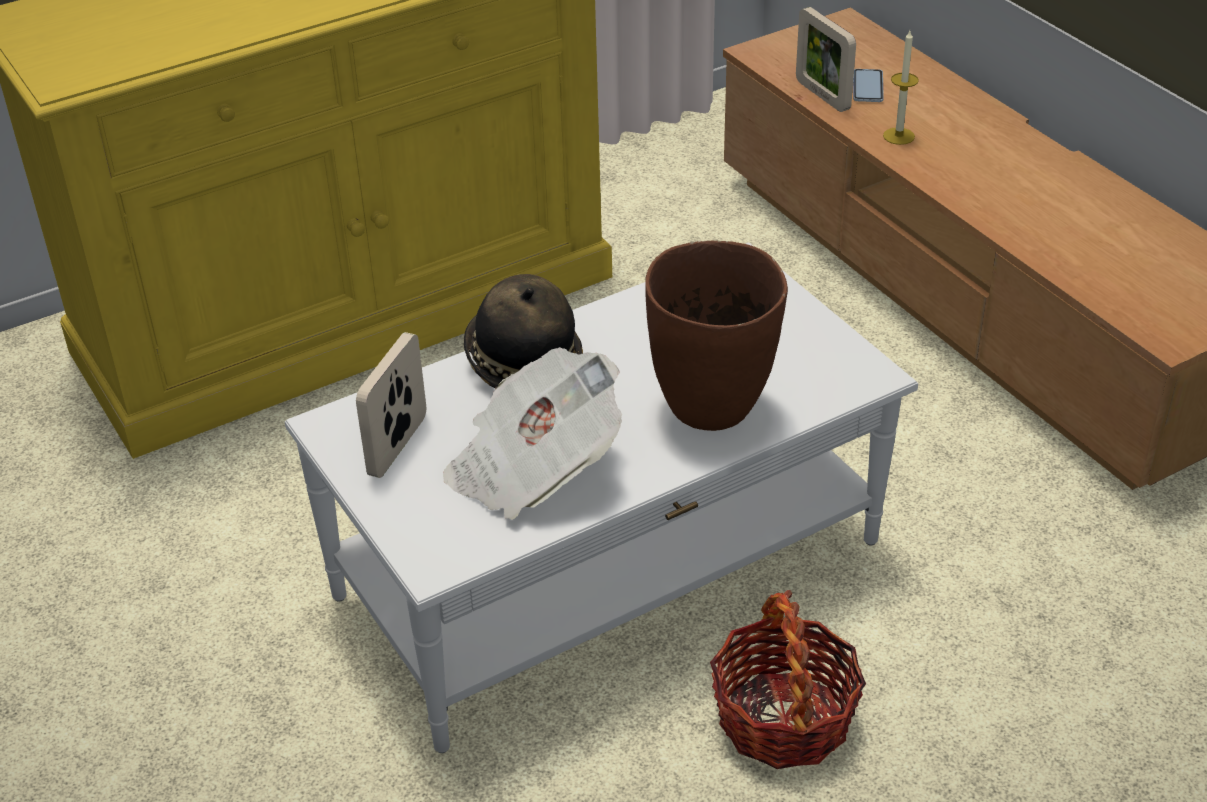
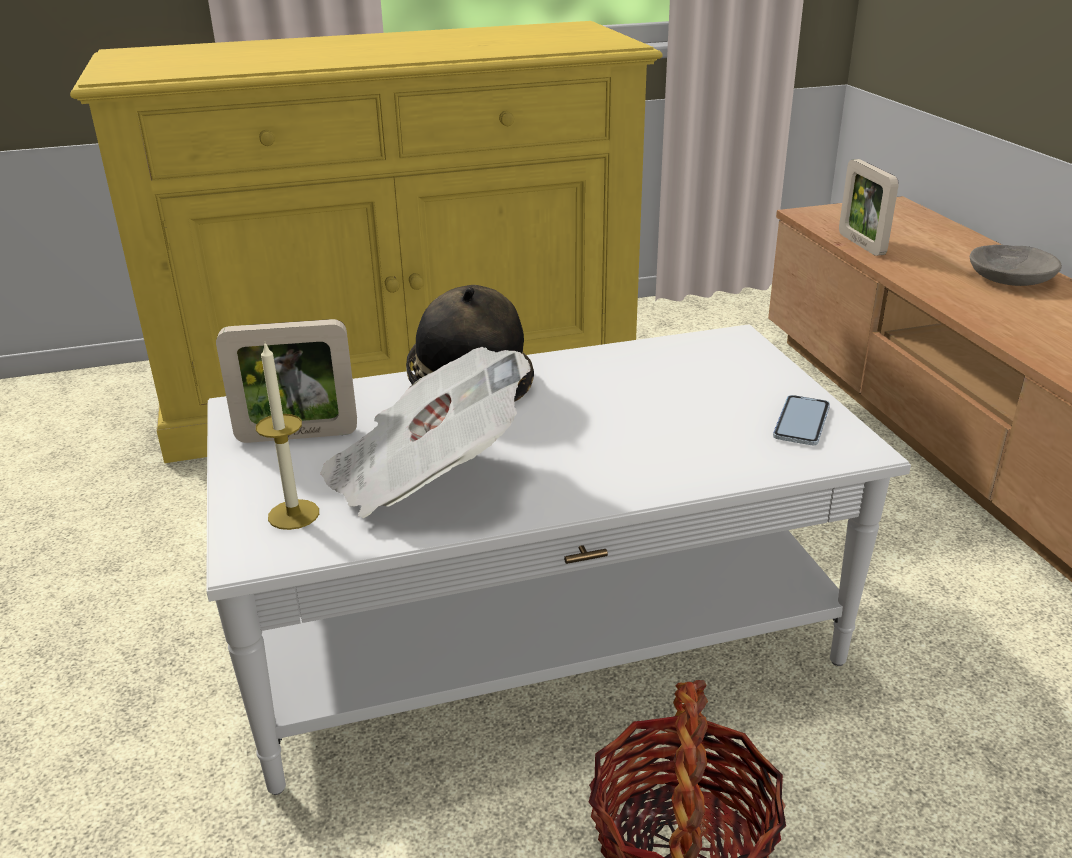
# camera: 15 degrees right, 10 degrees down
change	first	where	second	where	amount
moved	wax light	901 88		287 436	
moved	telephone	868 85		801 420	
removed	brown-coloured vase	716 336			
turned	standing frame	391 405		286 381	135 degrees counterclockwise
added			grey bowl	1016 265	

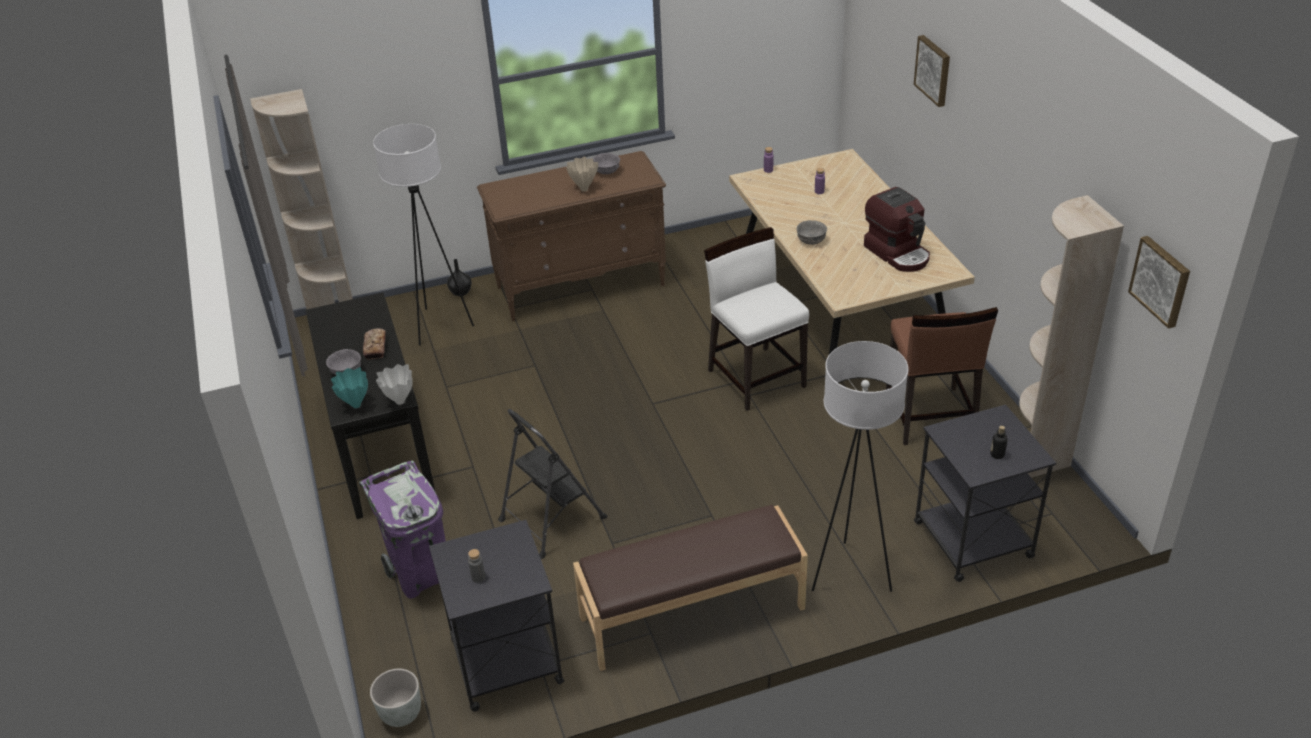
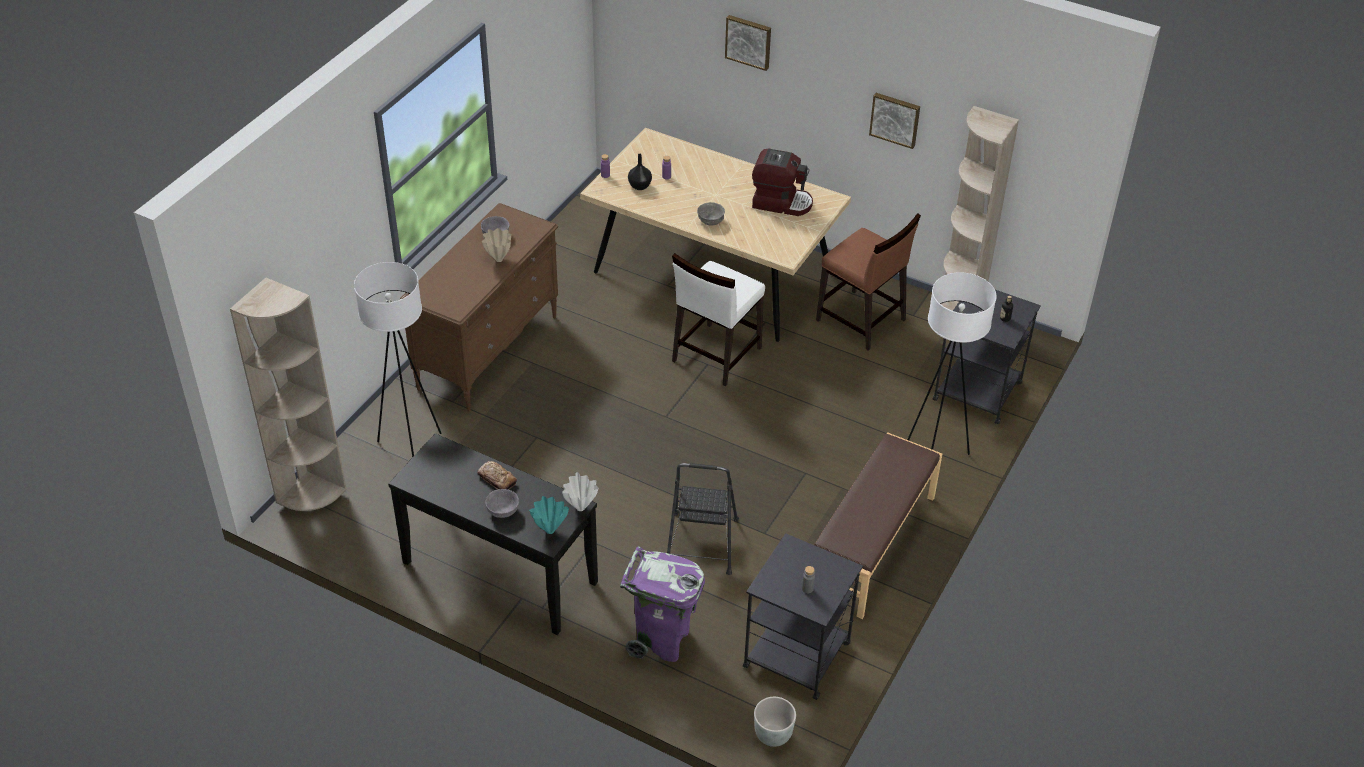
# camera: 45 degrees left, 5 degrees up
change	first	where	second	where	amount
turned	whitish upright chair	756 319		718 319	75 degrees counterclockwise
moved	wall picture	1159 282		894 121	
moved	black vase	459 277		640 172	

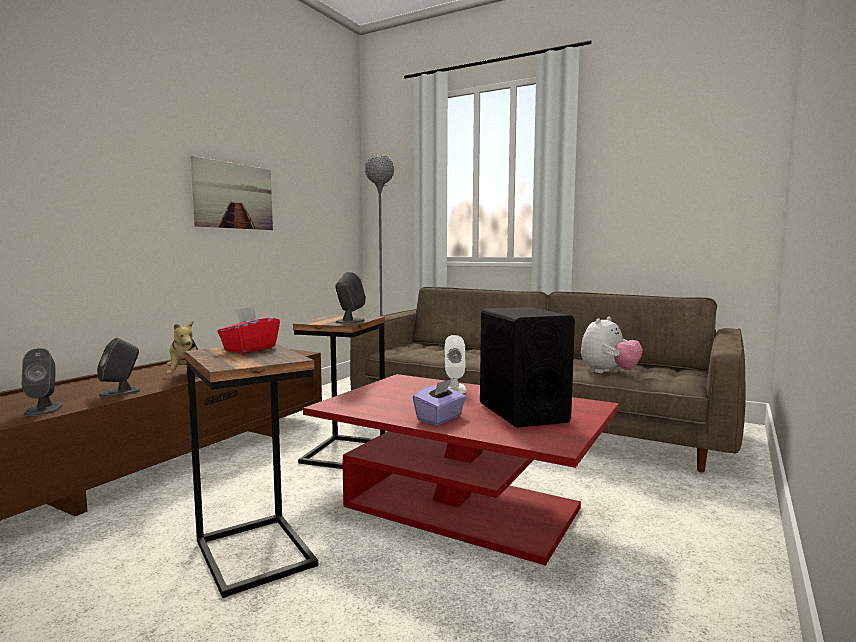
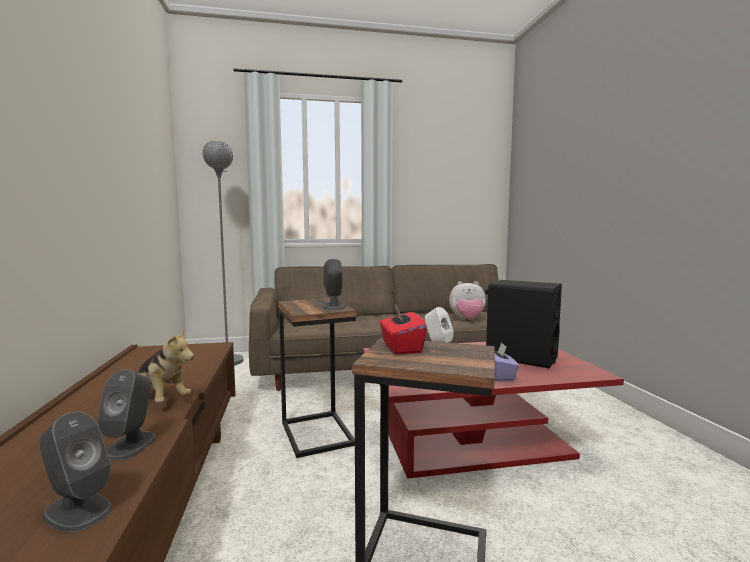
# camera: 40 degrees left, 0 degrees up
change	first	where	second	where	amount
removed	wall picture	232 193			
turned	cuddly toy	612 345		467 300	90 degrees clockwise

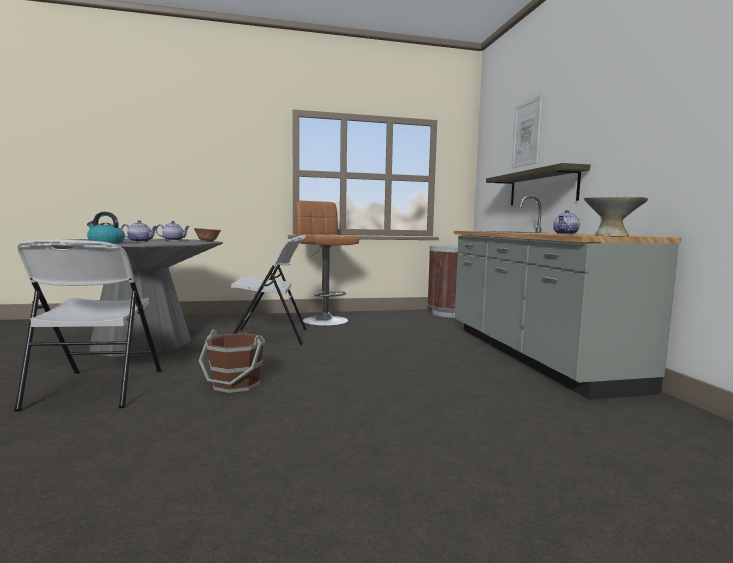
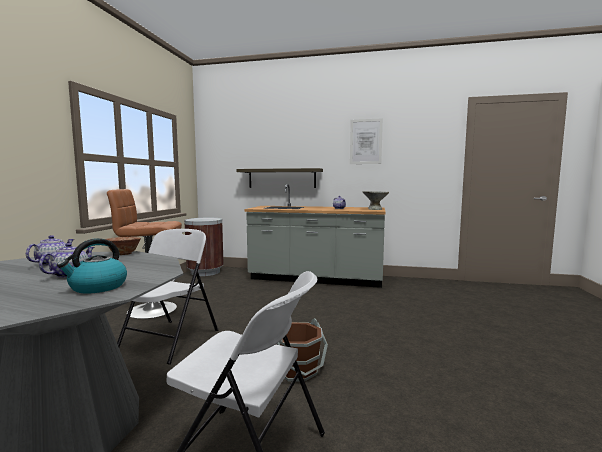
# camera: 65 degrees left, 0 degrees up
change	first	where	second	where	amount
moved	wall picture	527 131		366 141	

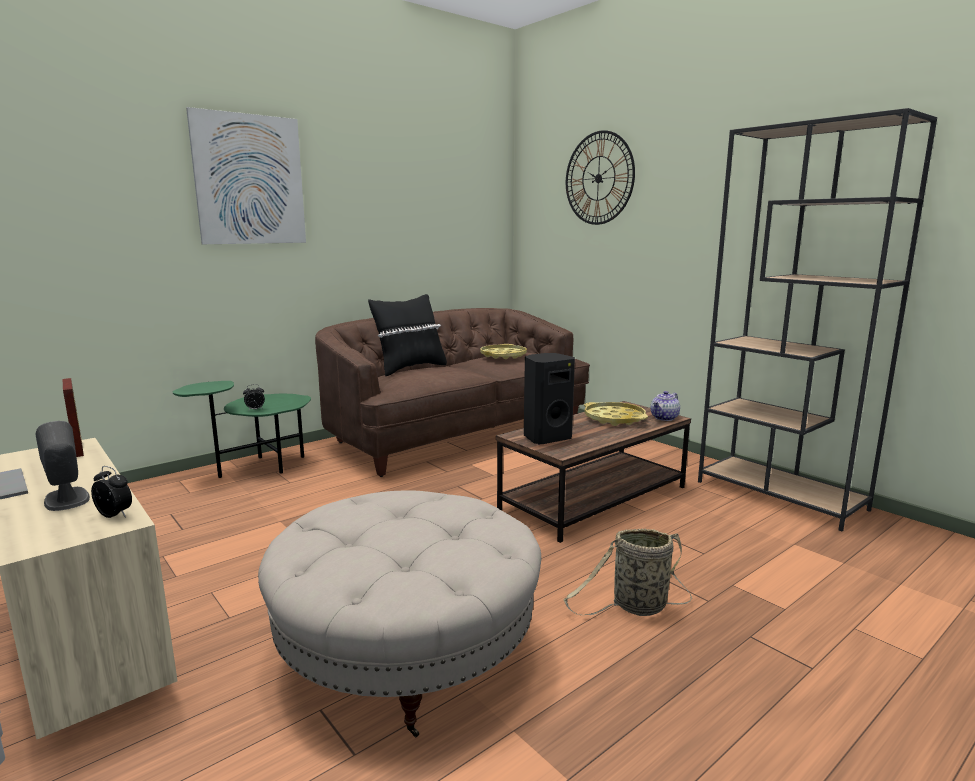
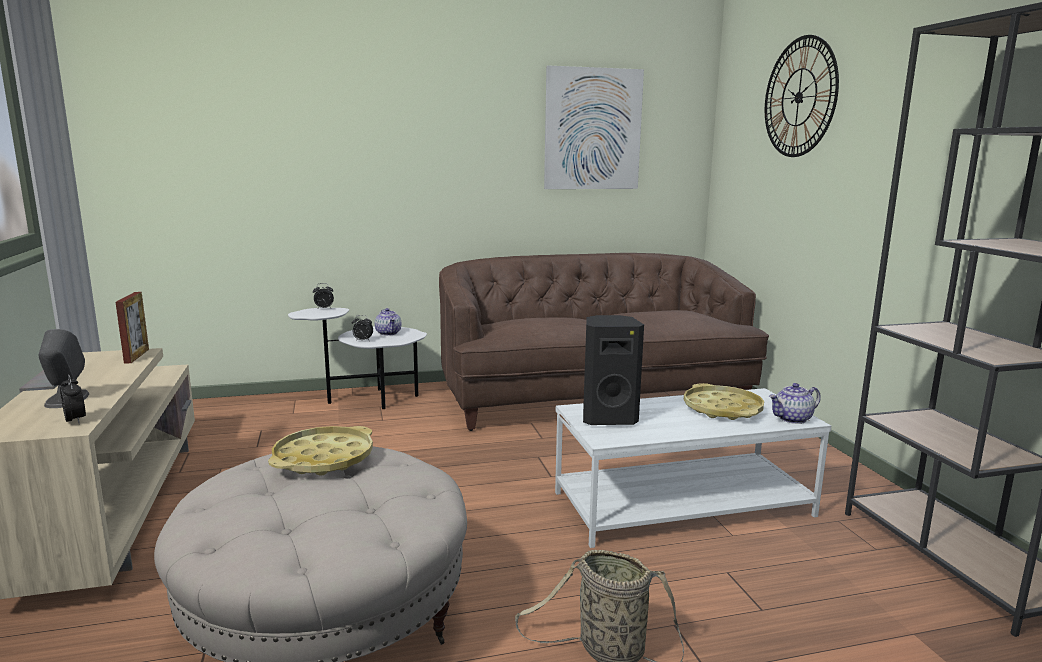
# camera: 25 degrees right, 0 degrees up
change	first	where	second	where	amount
moved	wall picture	246 175		594 127	
removed	black pillow	407 335			
moved	yellowish tray	503 351		320 451	
recoloured	green-coloured end table	242 429	whitish end table	357 358	
recoloured	brown-coloured lounge table	593 472	whitish lounge table	693 468	
added			table clock	323 296	
added			teapot	388 322	

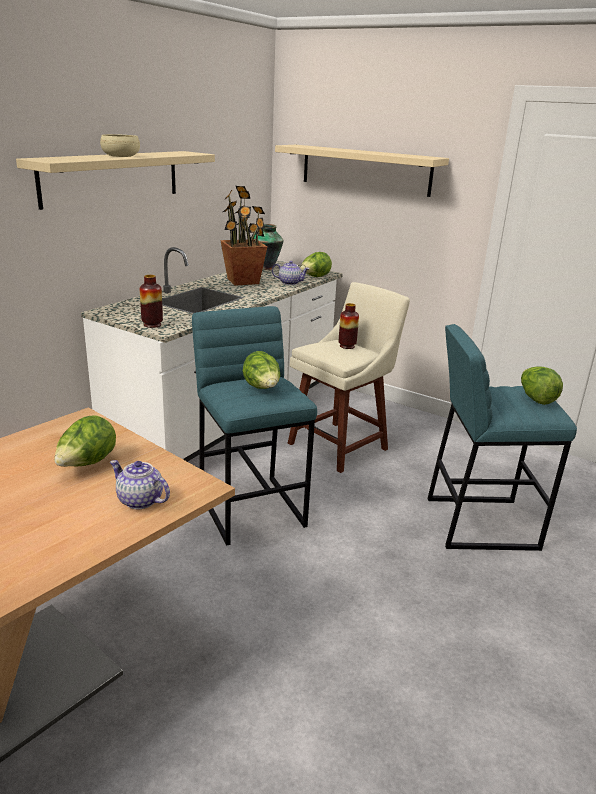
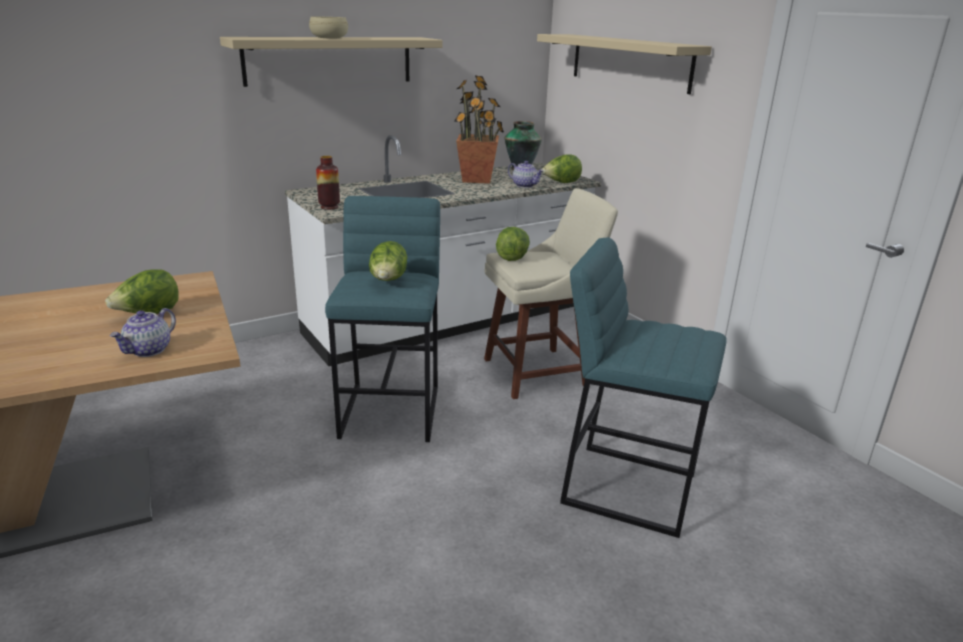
# camera: 25 degrees right, 0 degrees up
change	first	where	second	where	amount
removed	vase	349 326			
moved	head of lettuce	542 385		513 244	
turned	teapot	140 484		143 332	120 degrees counterclockwise

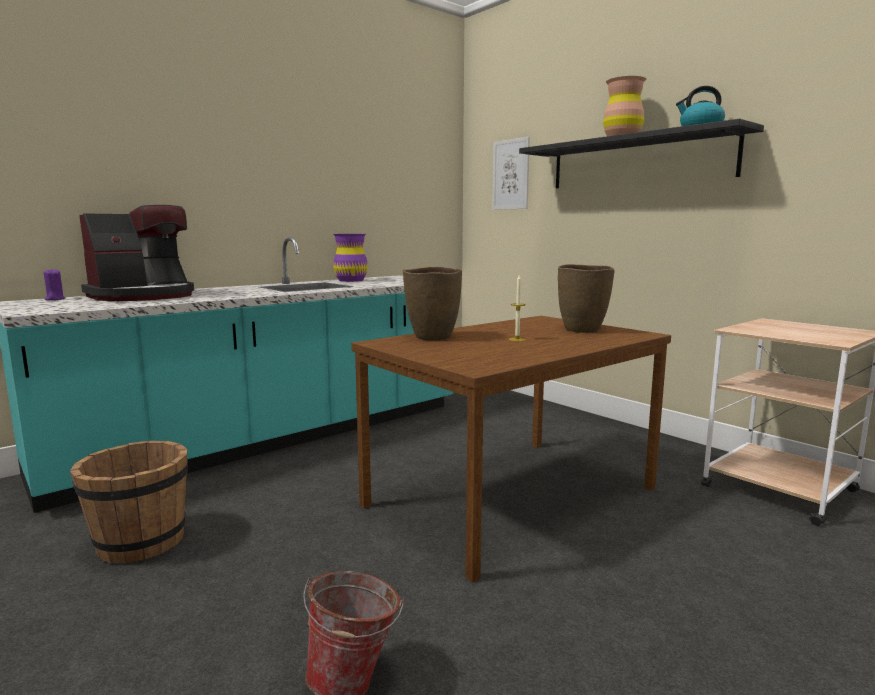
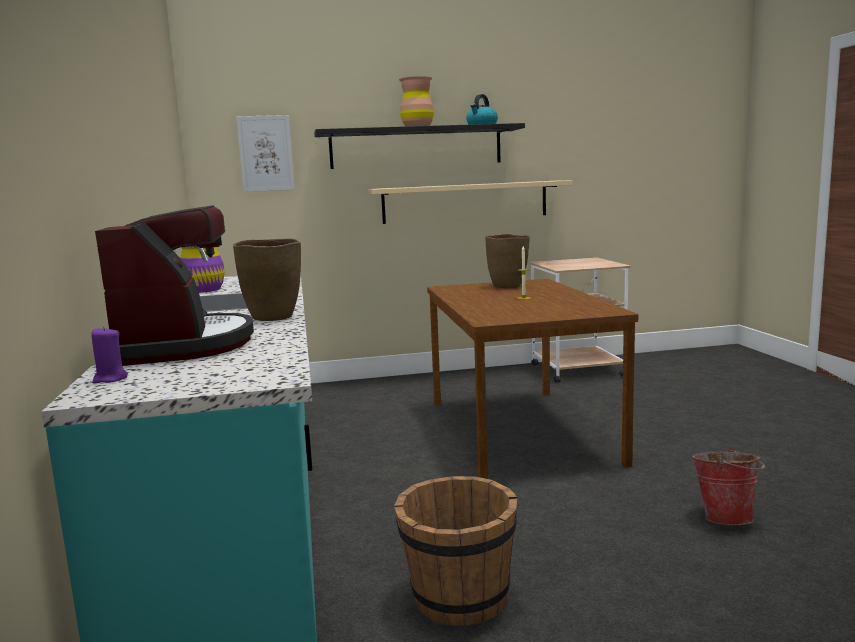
# camera: 60 degrees left, 0 degrees up
change	first	where	second	where	amount
moved	brown-coloured vase	432 303		267 279	
added			beige-coloured wall shelf	470 202	

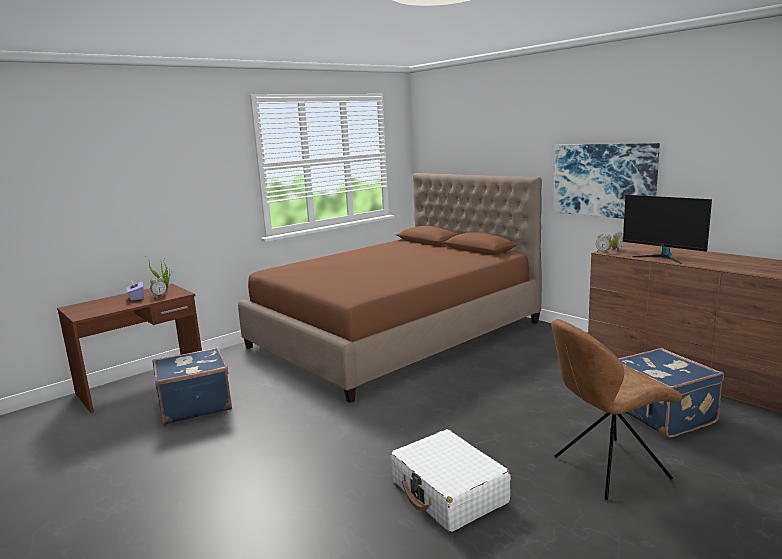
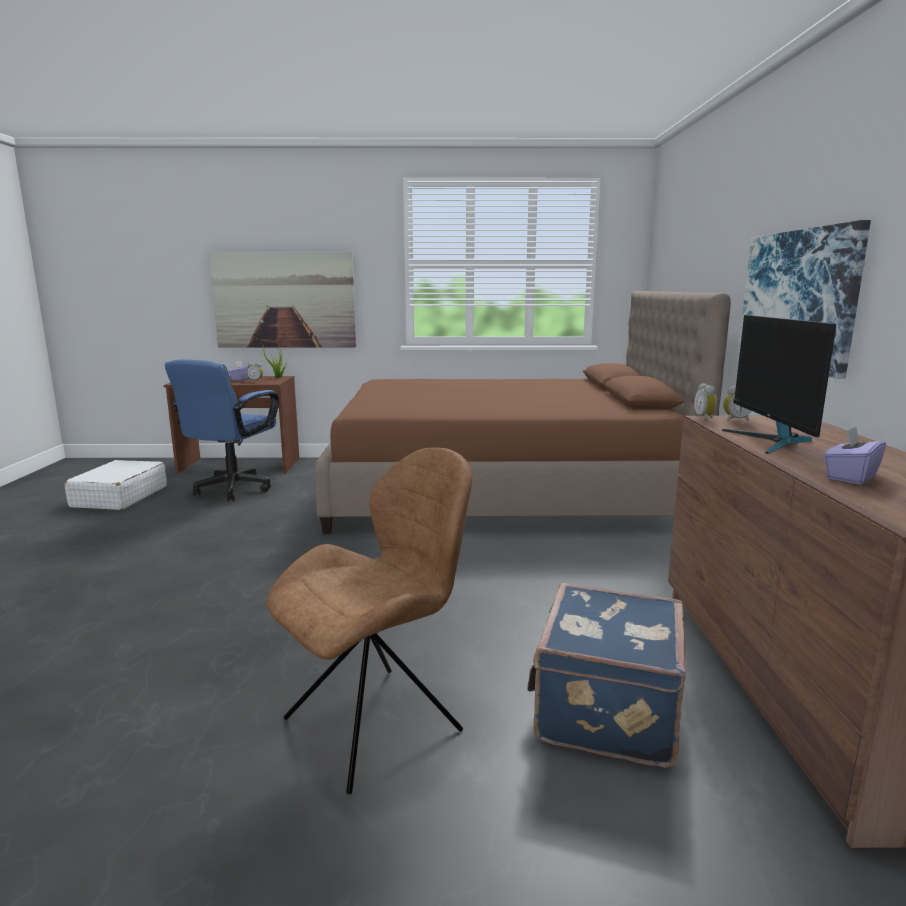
# camera: 40 degrees right, 0 degrees up
change	first	where	second	where	amount
turned	brown-coloured upright chair	616 409		369 621	120 degrees clockwise
replaced	bluish travel case	192 386	bluish computer chair	222 430	
moved	whitish travel case	450 480		116 485	
added			wall picture	282 299	
added			purple-coloured box of tissues	855 456	

